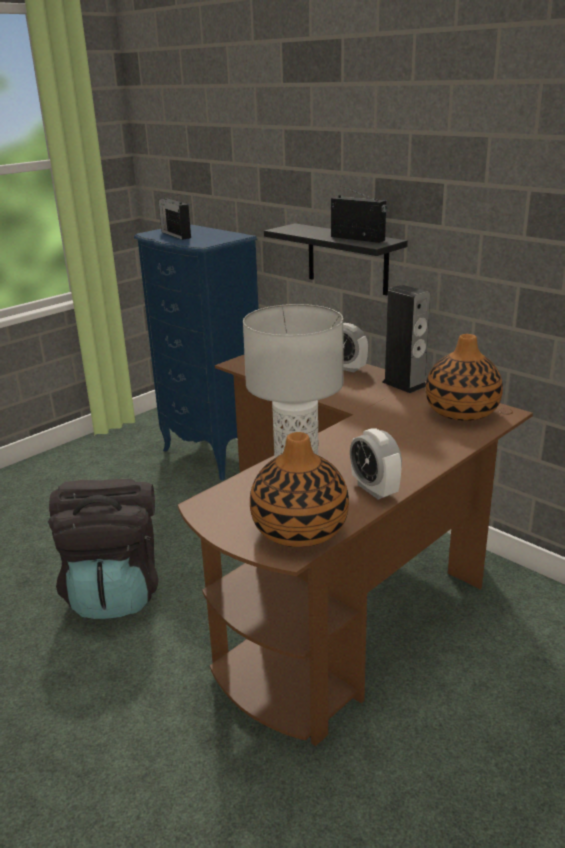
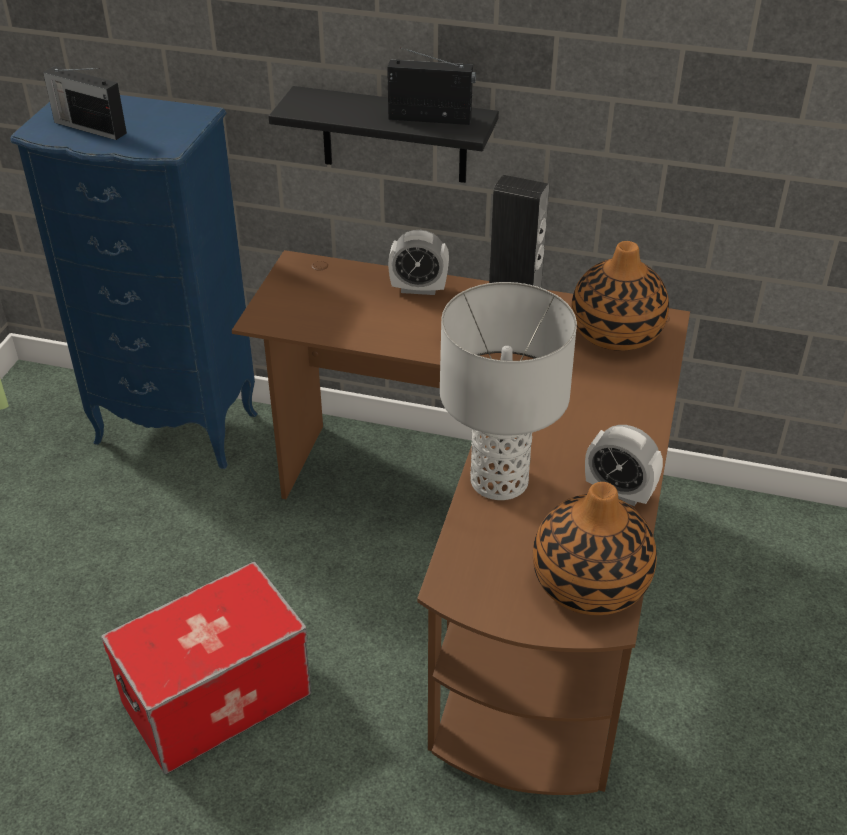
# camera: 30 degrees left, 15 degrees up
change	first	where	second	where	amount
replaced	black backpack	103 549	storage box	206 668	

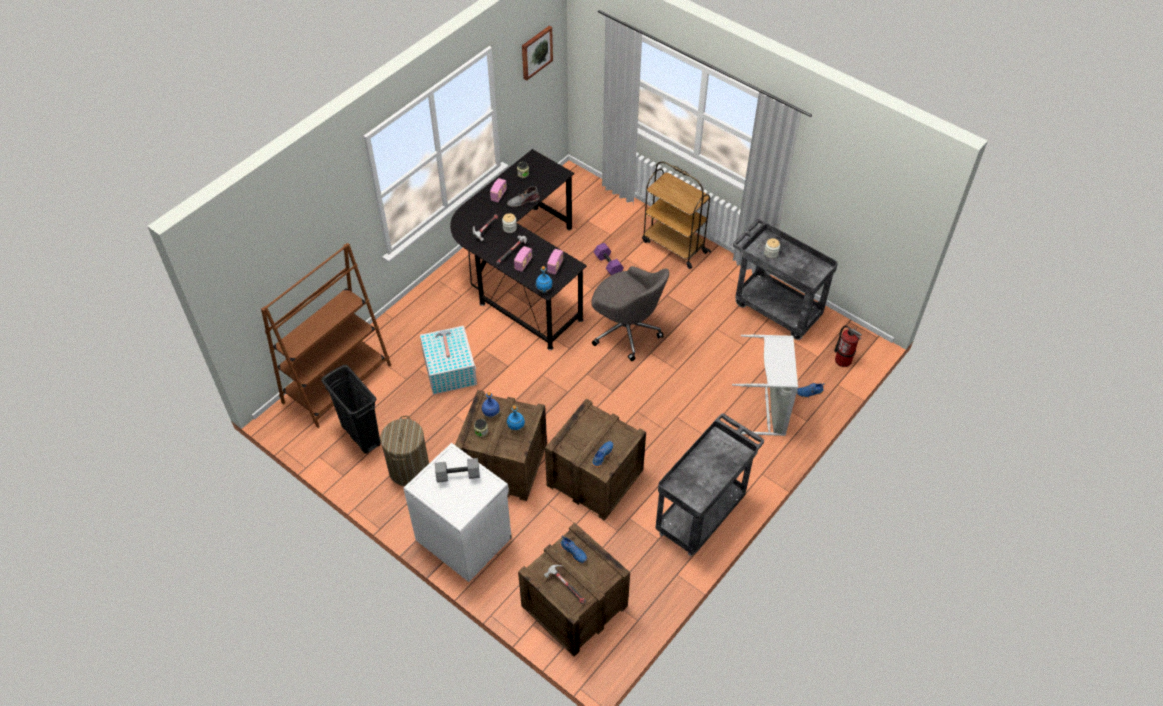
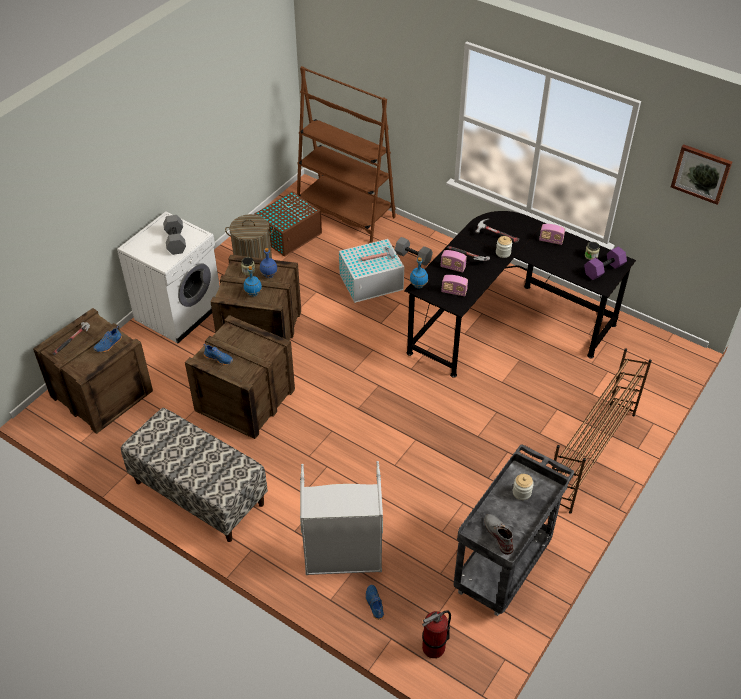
# camera: 85 degrees right, 5 degrees down
change	first	where	second	where	amount
replaced	brown-coloured wheeled cart	676 215	brown-coloured shoe rack	602 431	
moved	grey tall boot	523 196		499 534	
moved	purple-coloured hand weight	609 259		605 263	
removed	grey computer chair	630 313			
replaced	black rubbish bin	351 409	brown-coloured storage box	288 224	
replaced	grey wheeled cart	709 484	indoor bench	194 475	
added			grey hand weight	413 251	

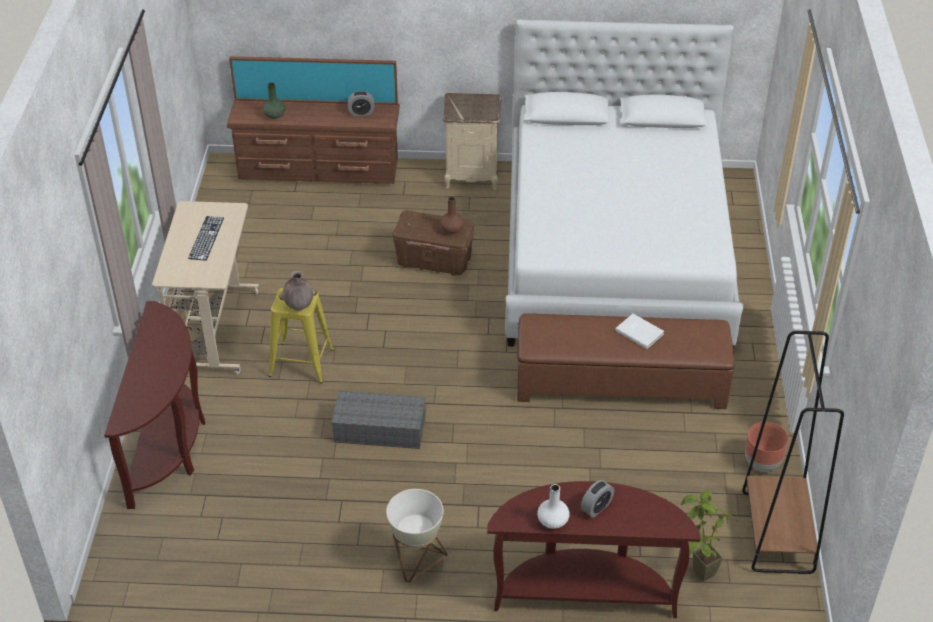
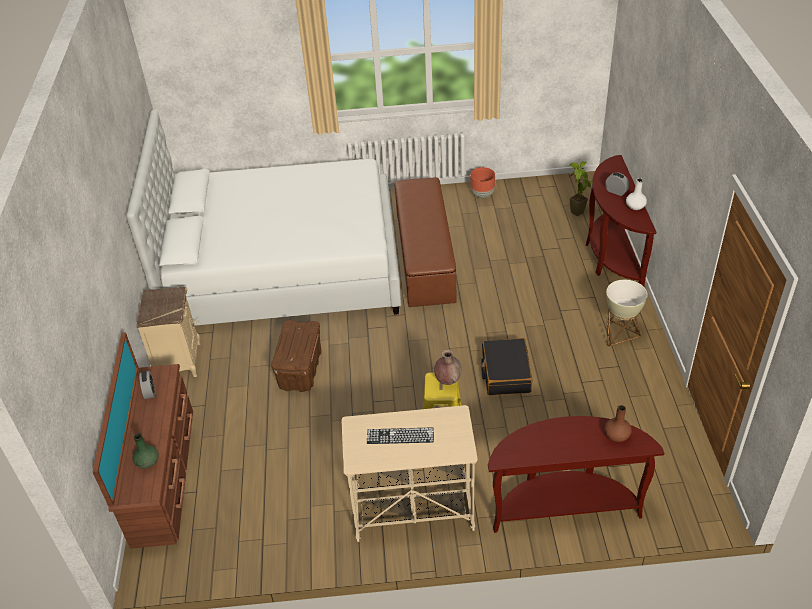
# camera: 95 degrees left, 0 degrees up
change	first	where	second	where	amount
moved	brown-coloured vase	452 215		618 423	
removed	whitish bound book	639 331			
removed	garment rack	793 452			
replaced	grey storage box	378 420	black travel case	507 366	

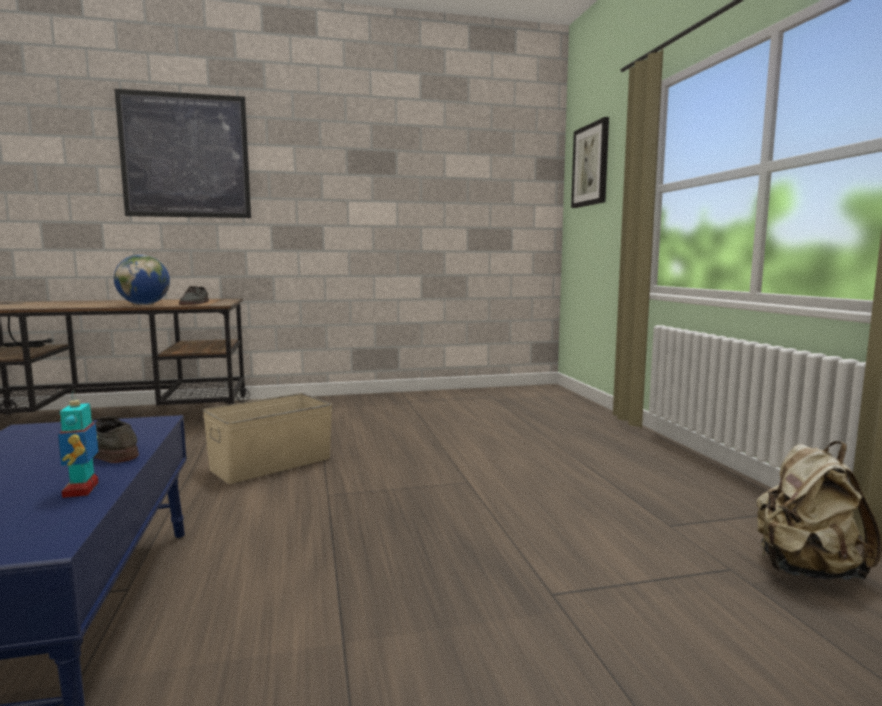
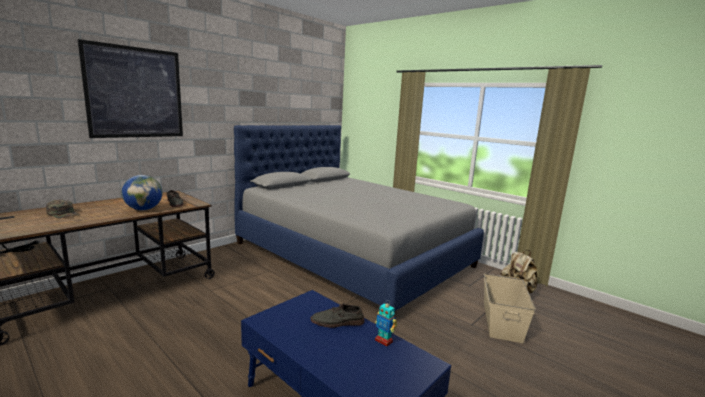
# camera: 35 degrees left, 5 degrees up
change	first	where	second	where	amount
removed	wall picture	590 162			
moved	beige-coloured storage box	267 438		510 308	
added			grey sleeping bed	359 220	
added			green-coloured cap	63 209	

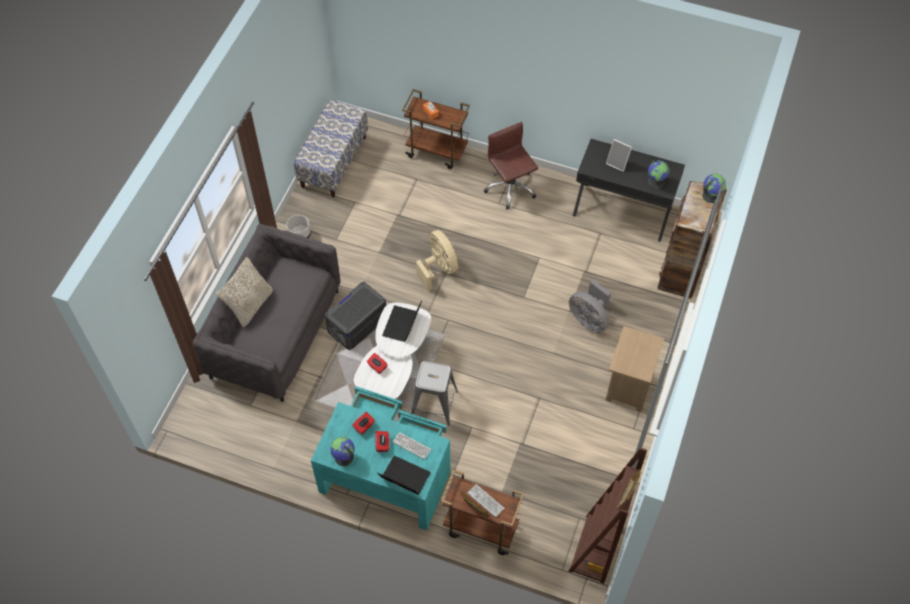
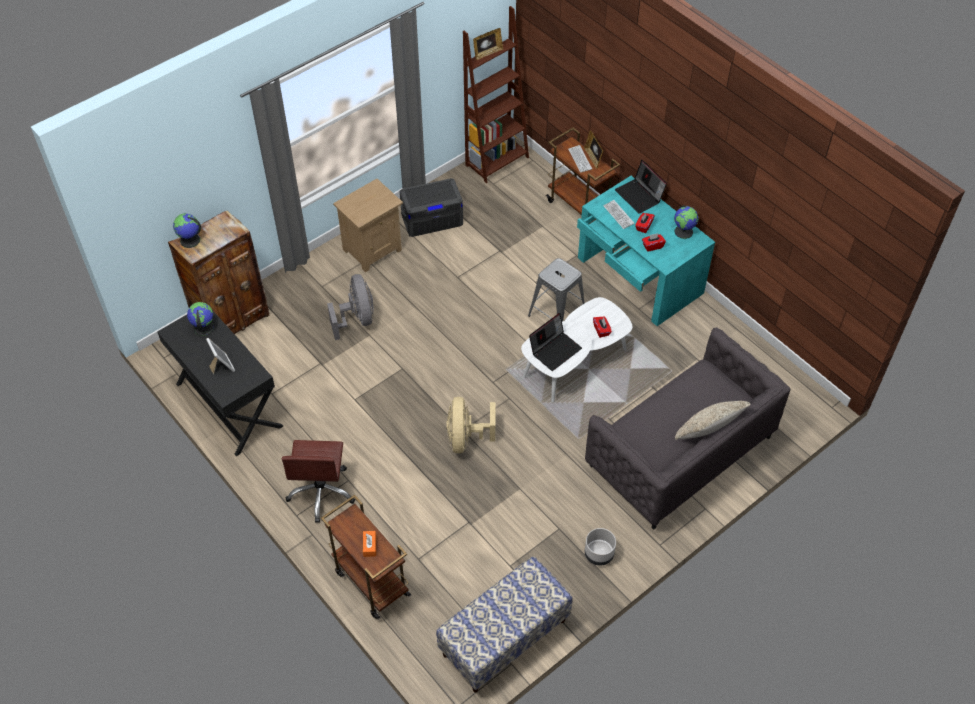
# camera: 150 degrees left, 5 degrees down
change	first	where	second	where	amount
moved	grey storage box	355 316		431 207	

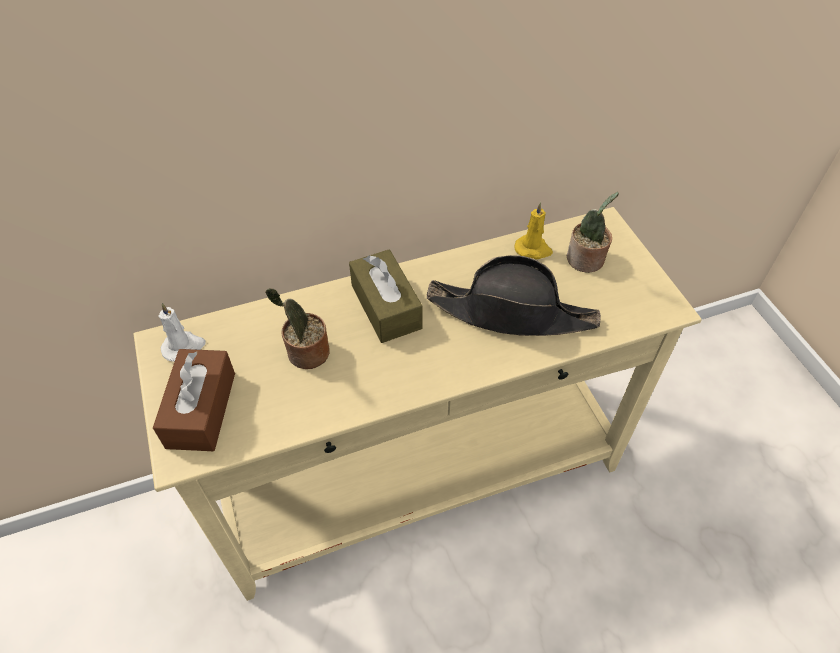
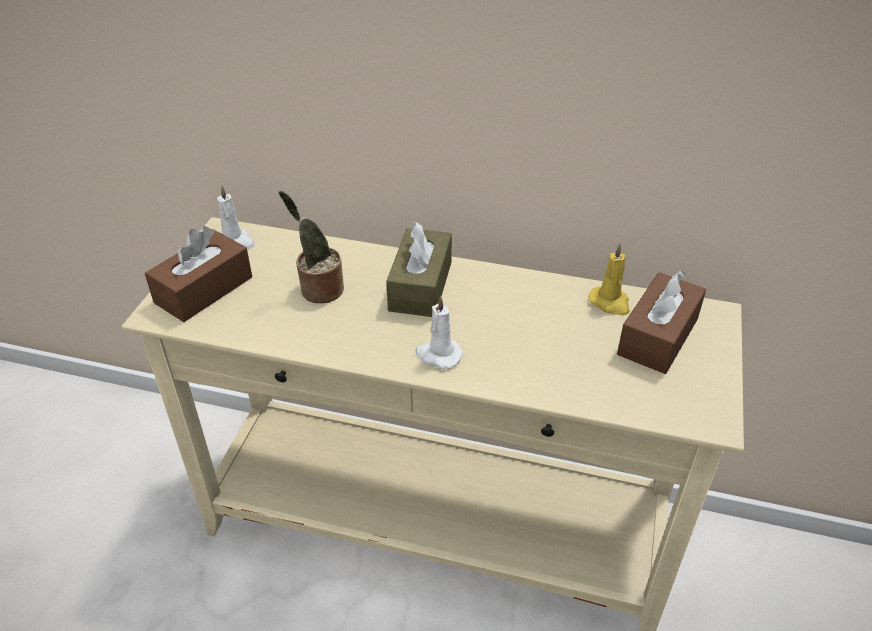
# camera: 35 degrees right, 10 degrees down
change	first	where	second	where	amount
replaced	potted plant	593 232	brown-coloured box of tissues	661 322	
removed	black hat	514 295			
added			whitish wax light	439 332	

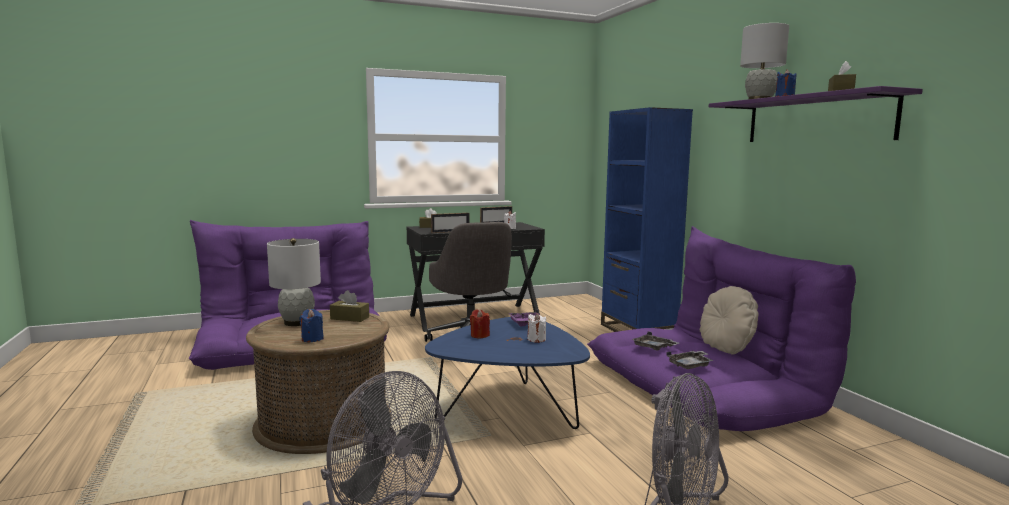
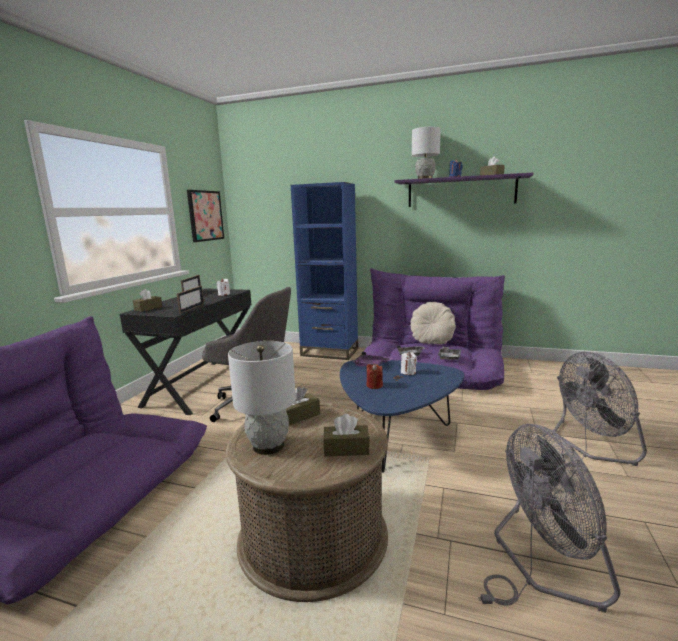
# camera: 50 degrees left, 5 degrees up
change	first	where	second	where	amount
replaced	bluish wax light	311 325	brown-coloured box of tissues	346 435	
added			wall picture	205 216	

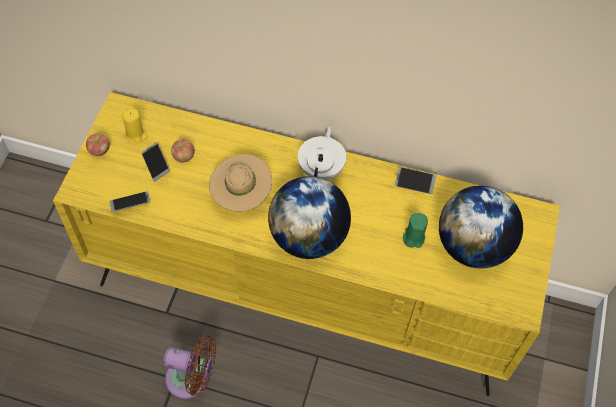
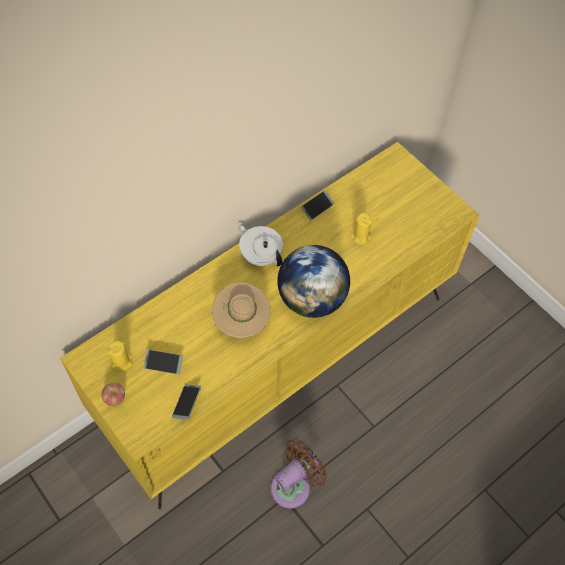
# camera: 55 degrees left, 0 degrees up
change	first	where	second	where	amount
removed	apple fruit	183 151			
removed	world globe	481 227			
recoloured	green-coloured wax light	415 230	yellowish wax light	361 229	

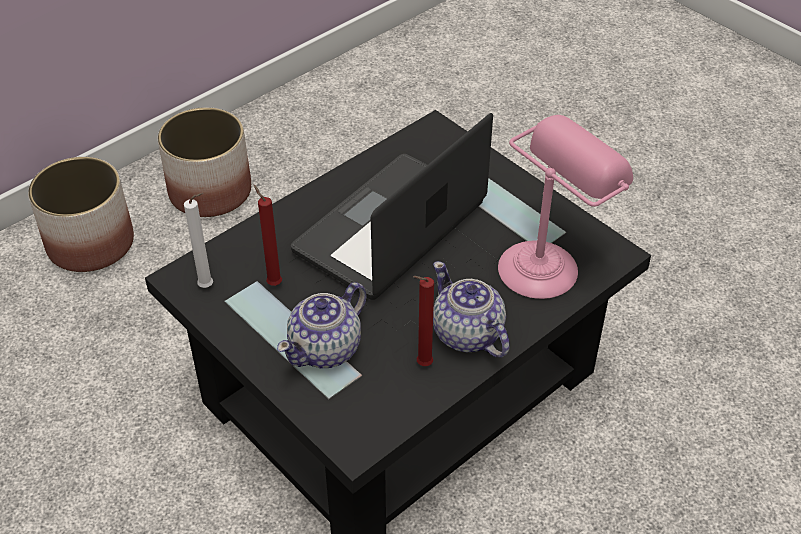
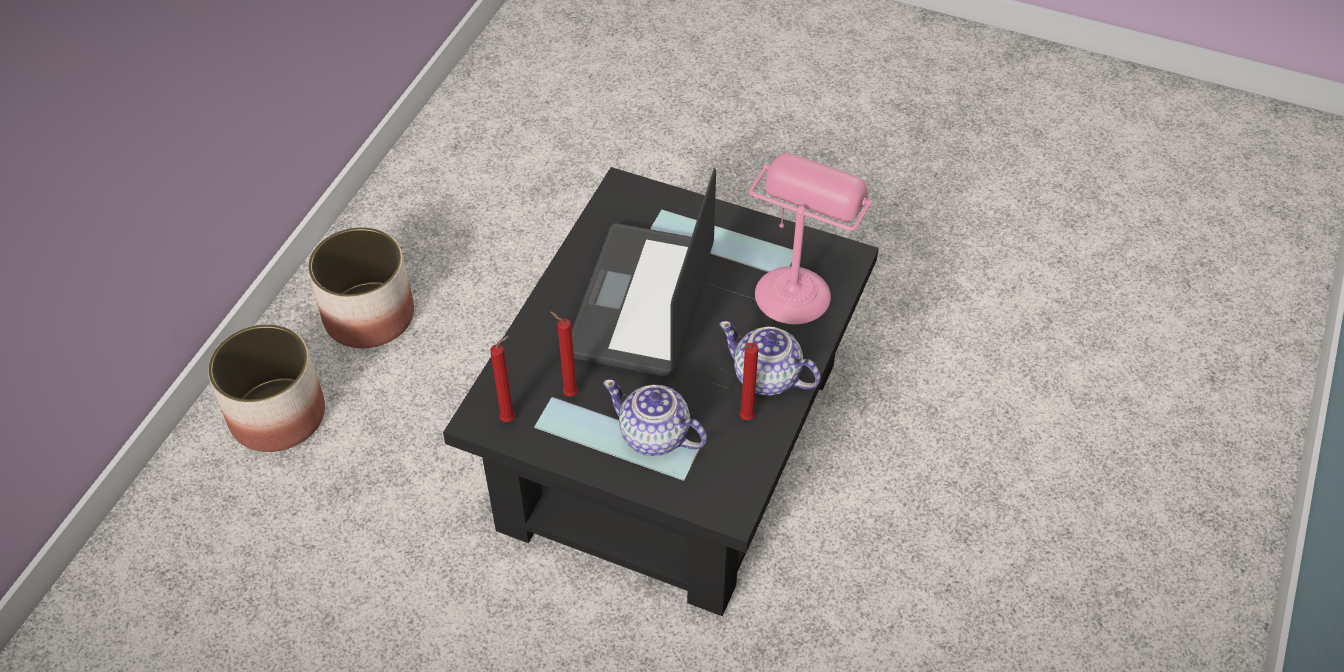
# camera: 25 degrees left, 5 degrees up
change	first	where	second	where	amount
recoloured	whitish wax light	198 240	reddish wax light	502 379	
turned	teapot	322 325		655 417	105 degrees clockwise

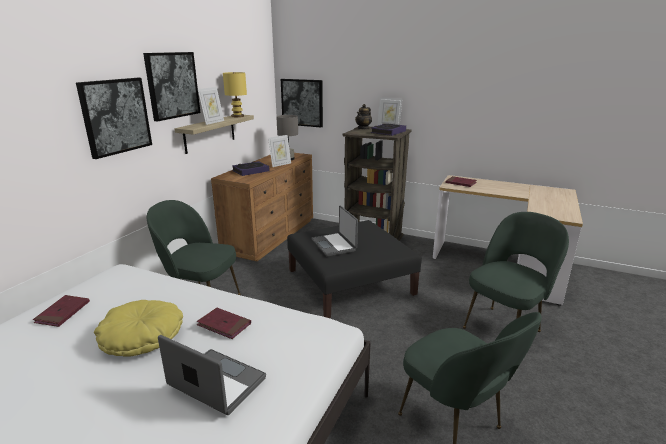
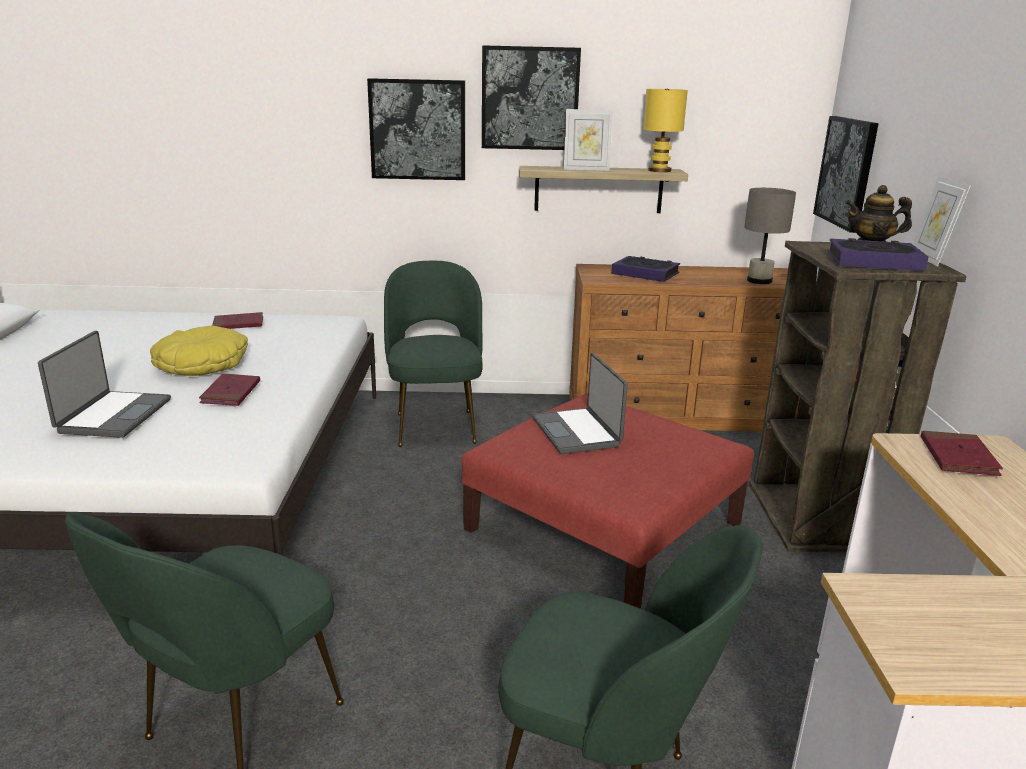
# camera: 65 degrees right, 0 degrees up
change	first	where	second	where	amount
removed	standing frame	279 151			
turned	laptop	335 231		580 403	60 degrees counterclockwise
recoloured	black pouffe	354 269	reddish pouffe	607 501	

